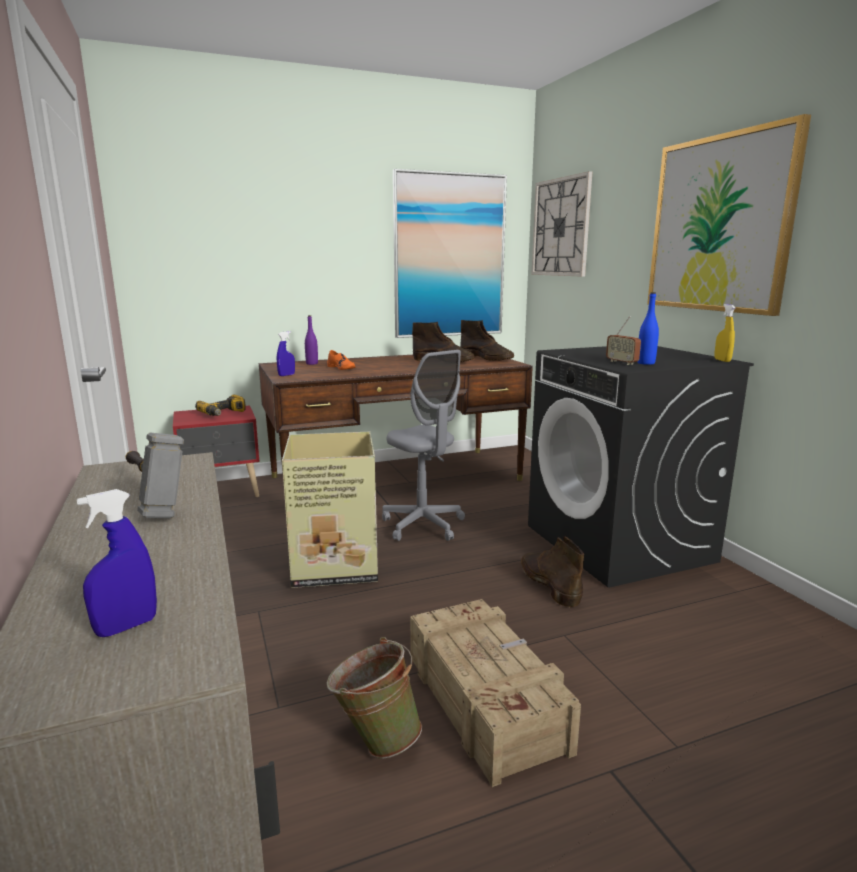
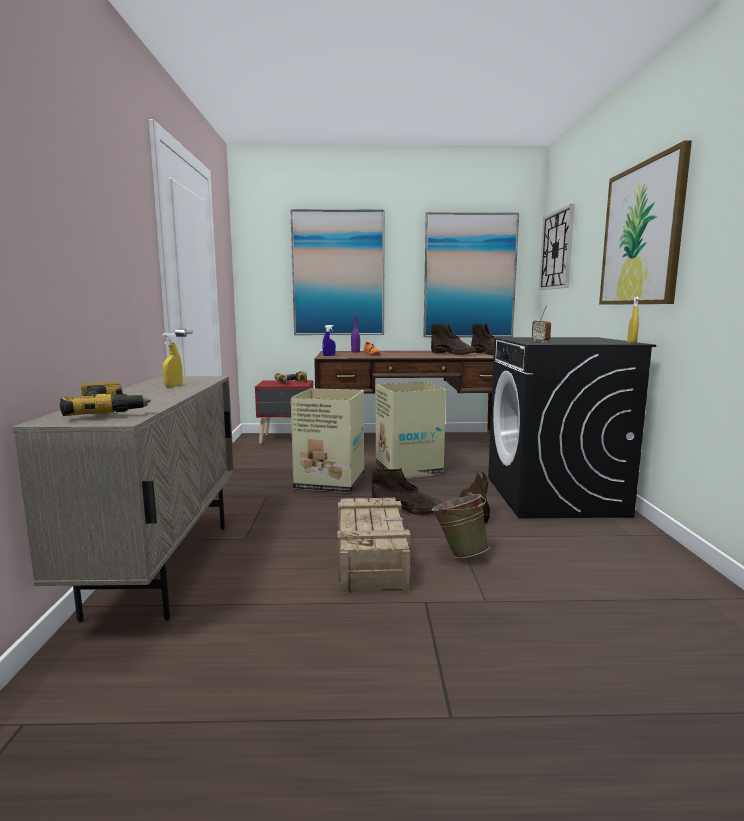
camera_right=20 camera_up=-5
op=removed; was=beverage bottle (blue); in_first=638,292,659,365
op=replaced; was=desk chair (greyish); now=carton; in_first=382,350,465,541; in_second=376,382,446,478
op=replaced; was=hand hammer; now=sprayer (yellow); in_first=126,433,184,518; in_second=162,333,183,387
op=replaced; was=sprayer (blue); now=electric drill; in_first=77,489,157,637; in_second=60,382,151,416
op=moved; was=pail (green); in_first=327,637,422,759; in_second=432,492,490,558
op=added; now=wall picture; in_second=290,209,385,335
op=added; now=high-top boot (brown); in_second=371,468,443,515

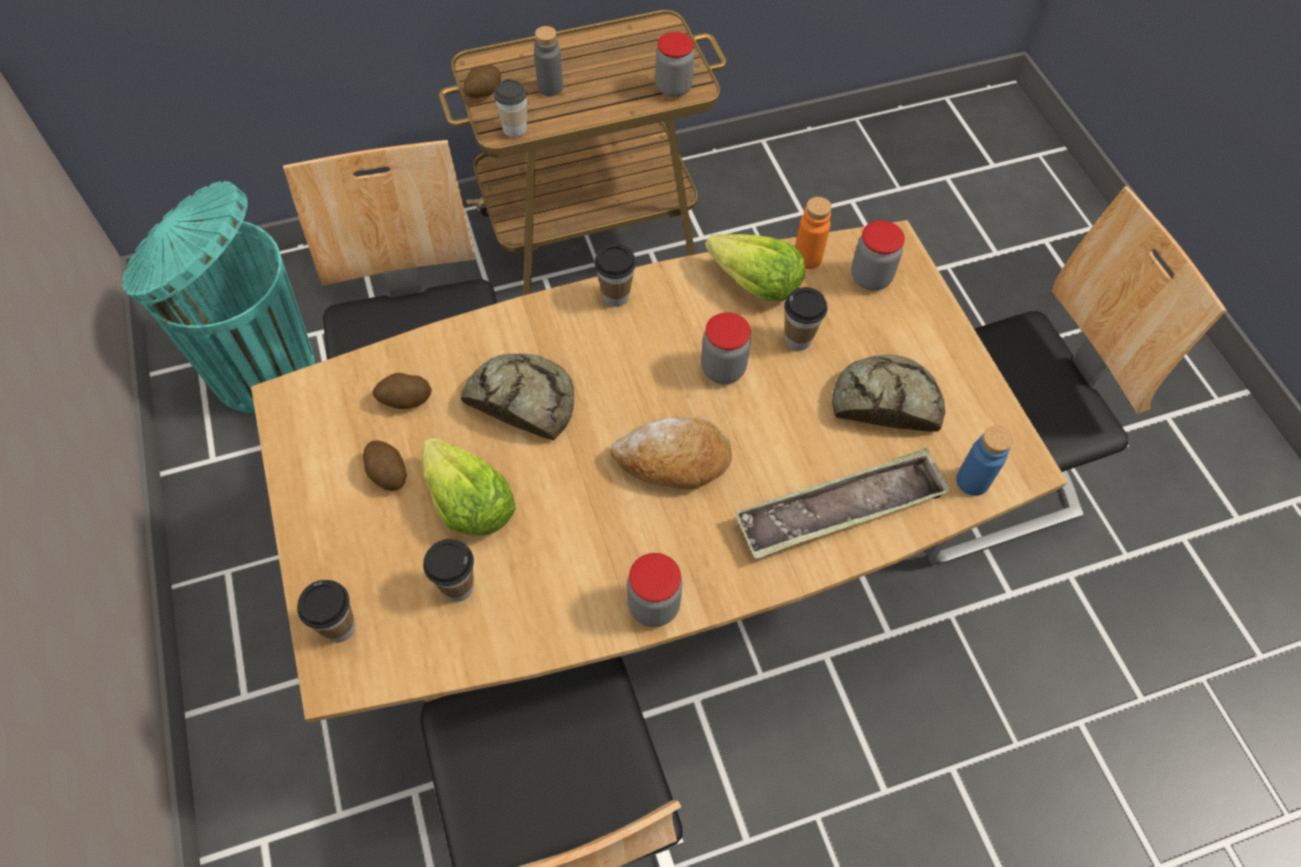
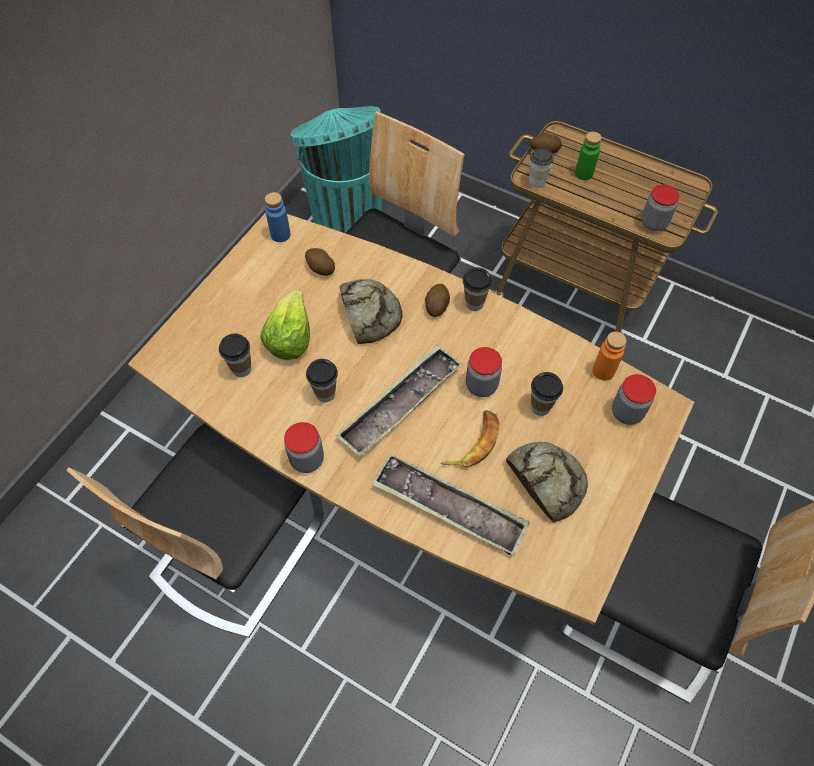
camera_right=50 camera_up=0
op=recoloured; was=beverage bottle (greyish); now=beverage bottle (green); in_first=534,26,563,96; in_second=575,132,602,180
op=removed; was=lettuce head; in_first=705,234,806,301
op=replaced; was=bread; now=serving tray; in_first=610,415,732,489; in_second=336,345,462,457
op=moved; was=beverage bottle (blue); in_first=956,426,1013,496; in_second=265,192,291,242
op=moved; was=spud; in_first=363,441,407,491; in_second=425,284,450,317
op=moved; was=cup; in_first=297,580,355,643; in_second=306,359,338,402
op=added; now=banana; in_second=441,410,499,467

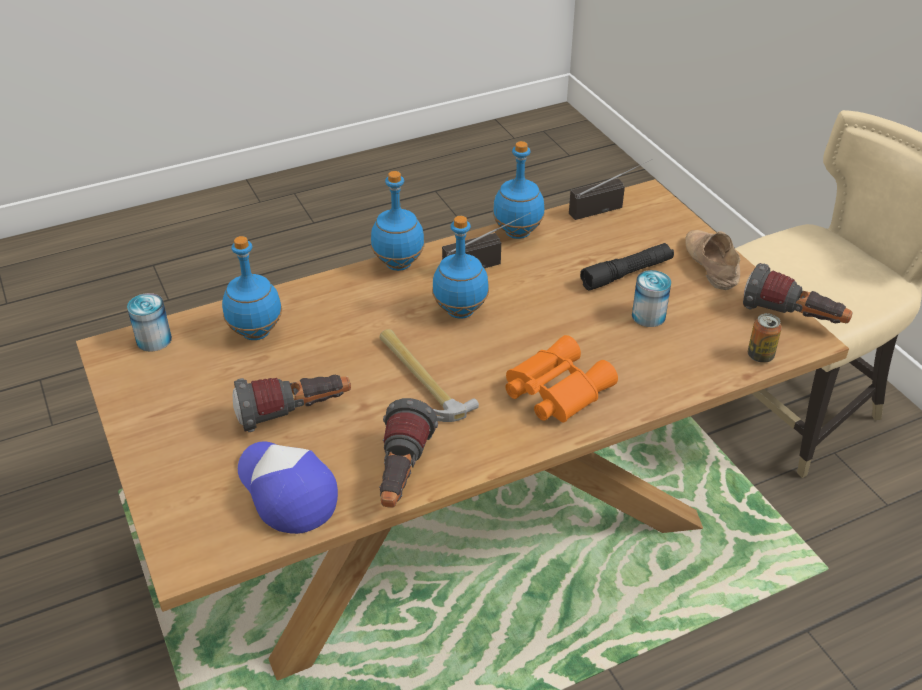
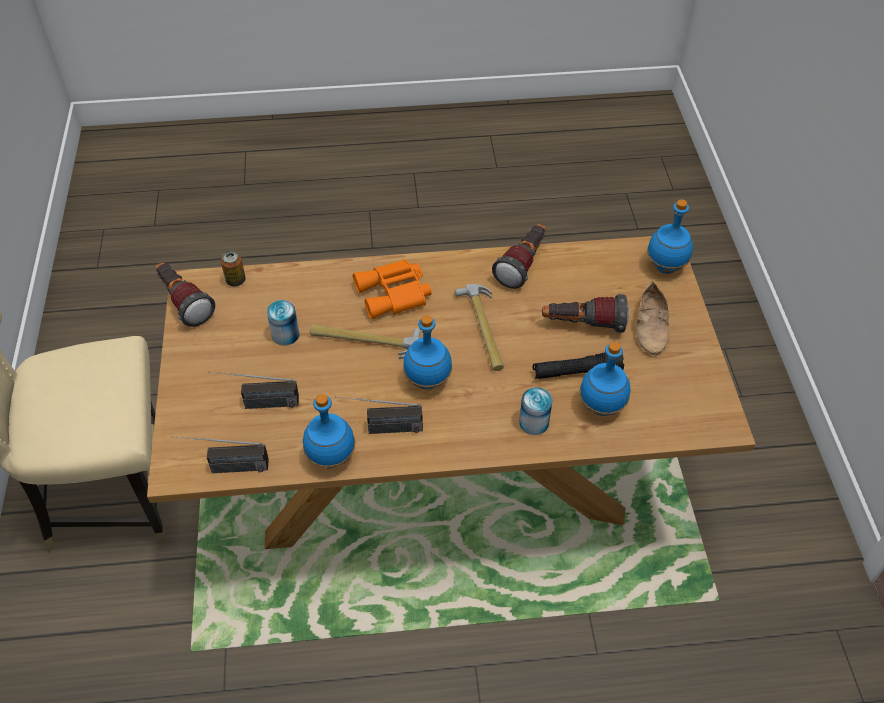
camera_right=-160 camera_up=10
op=moved; was=beverage bottle (blue); in_first=371,171,425,271; in_second=647,199,693,274
op=moved; was=low shoe (beige-coloured); in_first=685,230,740,290; in_second=636,281,669,355
op=moved; was=flashlight (blackish); in_first=580,243,674,290; in_second=533,353,624,379
op=moved; was=can; in_first=127,293,172,352; in_second=519,387,552,435
op=removed; was=peaked cap; in_first=238,441,338,534
op=added; now=hand hammer; in_second=310,324,421,359
op=added; now=radio set; in_second=208,371,299,409

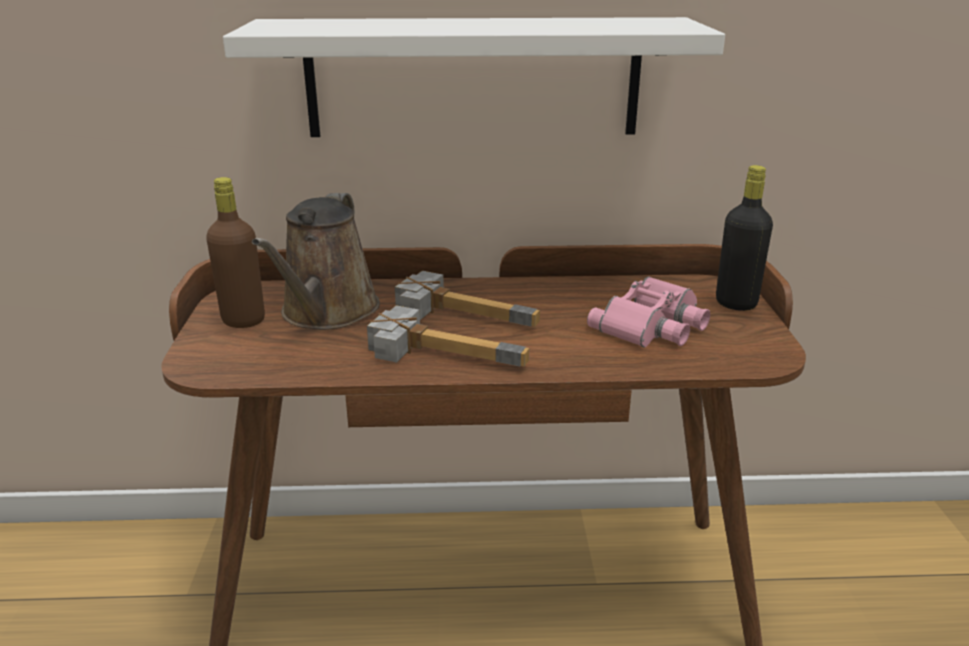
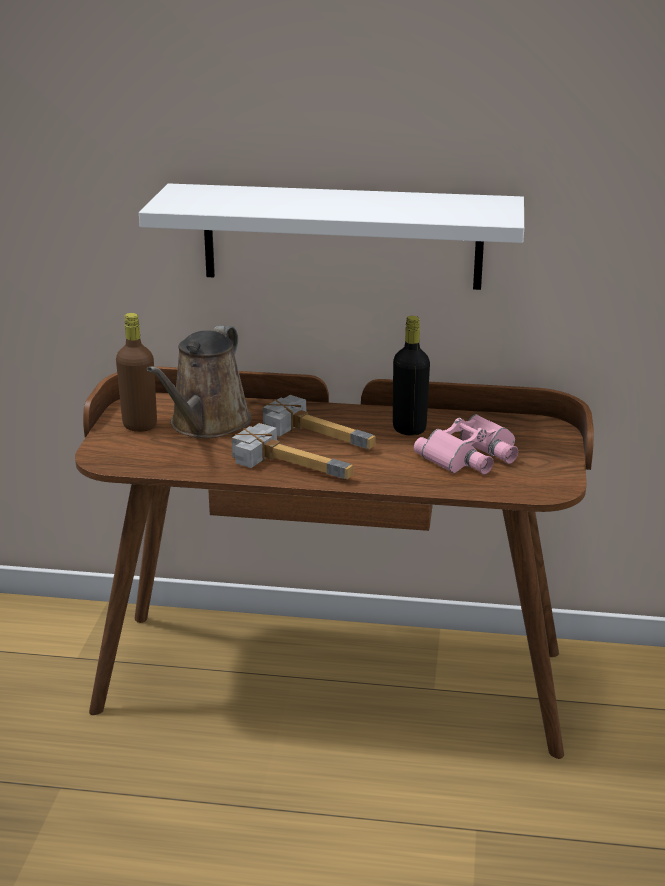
camera_right=10 camera_up=0
op=moved; was=beverage bottle (blackish); in_first=716,165,773,311; in_second=393,316,430,436

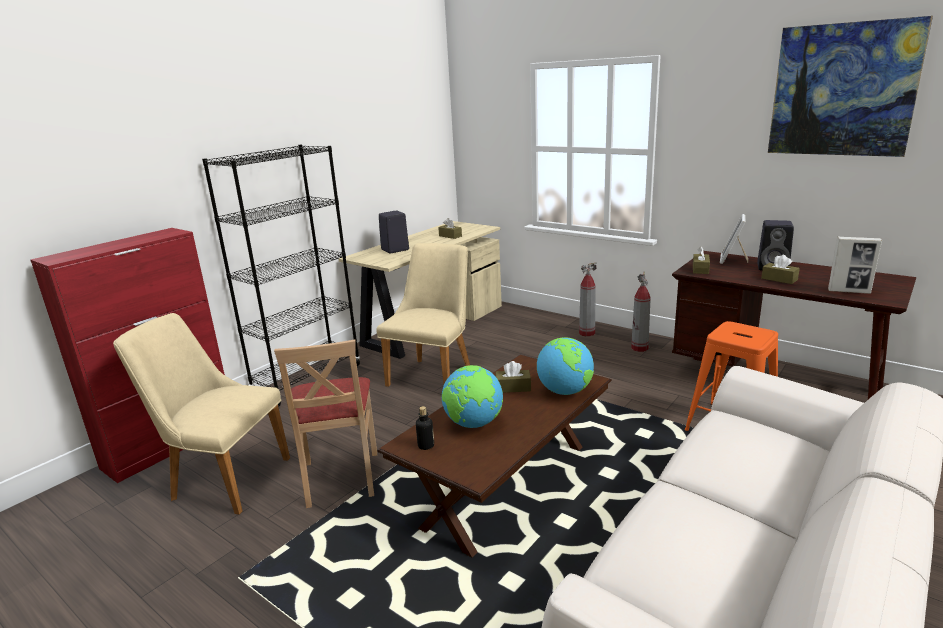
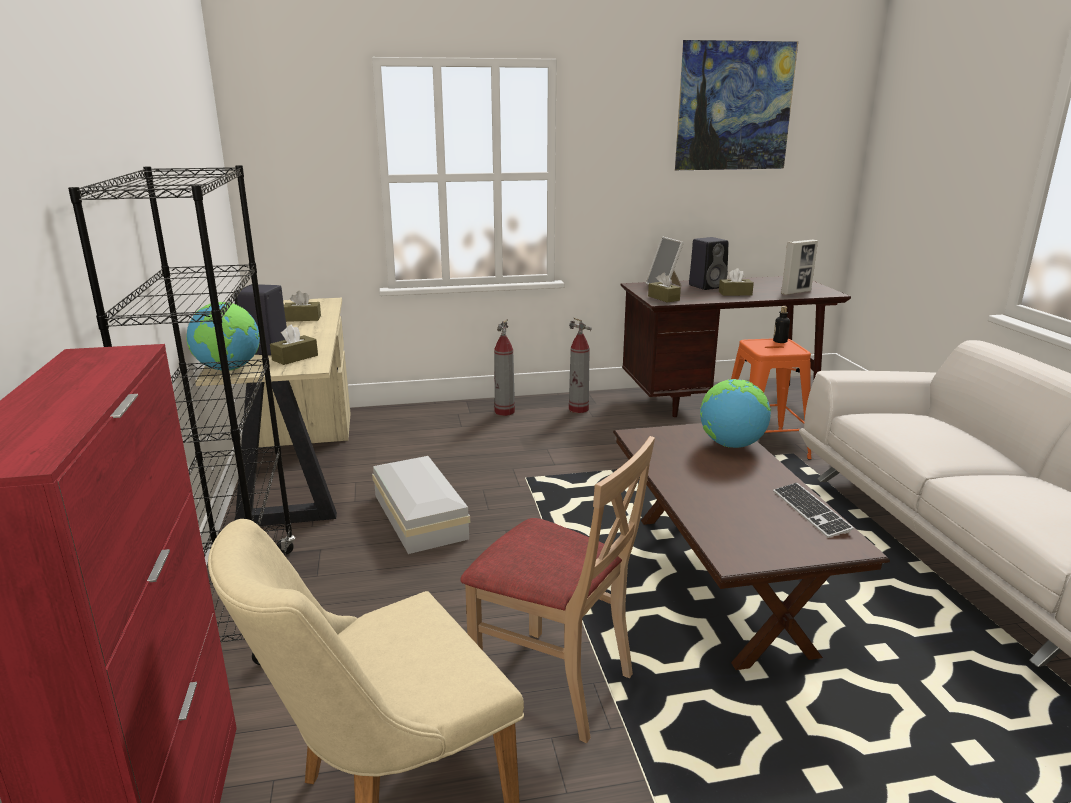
camera_right=-50 camera_up=0
op=replaced; was=chair (beige-coloured); now=storage box (whitish); in_first=376,243,470,387; in_second=372,456,470,554
op=moved; was=tissue holder (brown); in_first=495,361,531,393; in_second=270,325,318,365
op=moved; was=globe; in_first=442,365,503,428; in_second=186,302,260,371
op=moved; was=beverage bottle; in_first=416,406,434,450; in_second=773,306,790,343
op=added; now=PC keyboard; in_second=773,483,854,538

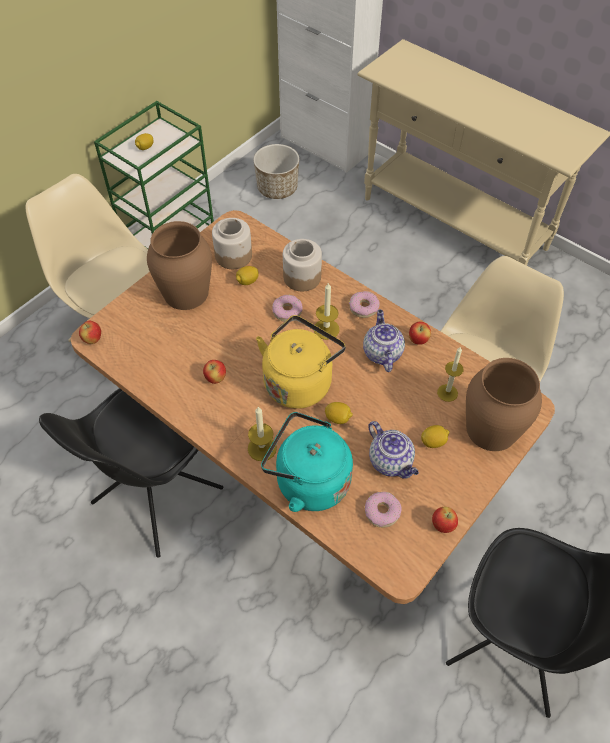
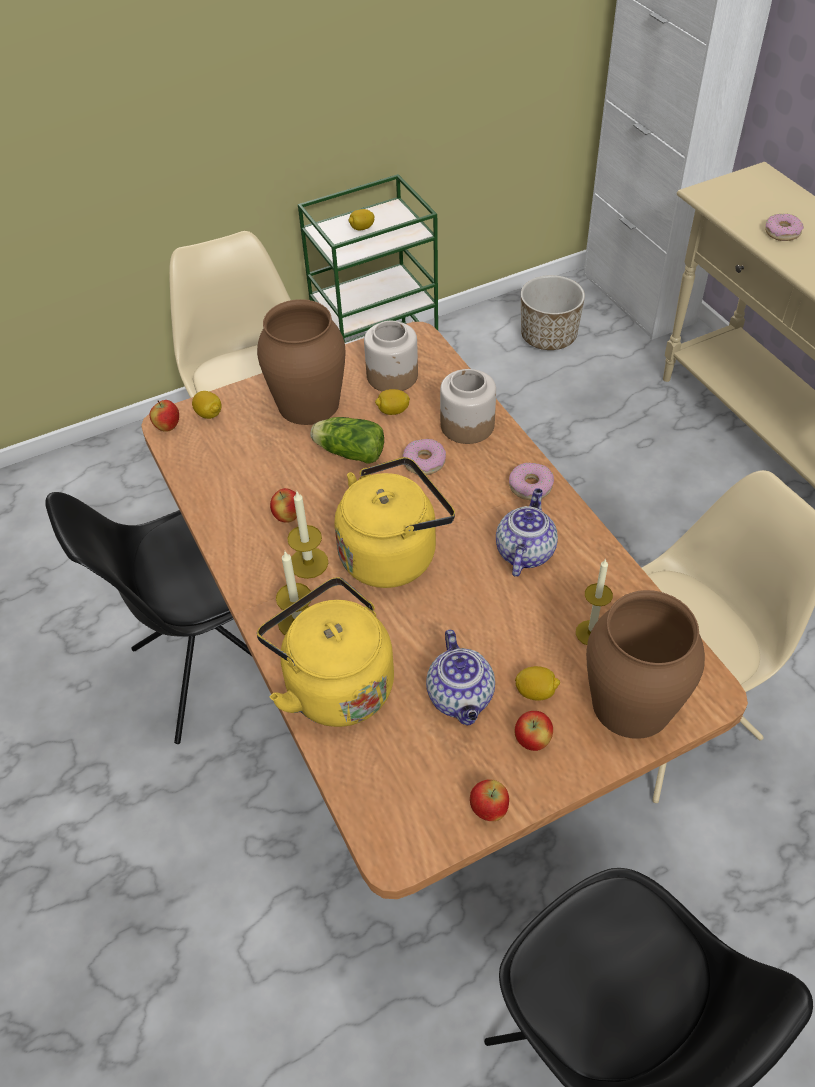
camera_right=25 camera_up=-5
op=moved; was=wax candle; in_first=314,283,340,340; in_second=288,490,328,579
op=moved; was=apple; in_first=409,322,431,345; in_second=514,711,553,751
op=moved; was=lemon; in_first=325,402,353,424; in_second=192,391,222,419
op=recoloured; was=tea kettle (turquoise-coloured); now=tea kettle (yellow); in_first=261,412,353,512; in_second=257,577,394,727
op=moved; was=ring doughnut; in_first=365,492,402,528; in_second=765,214,804,241
op=added; now=lettuce head; in_second=310,417,384,464

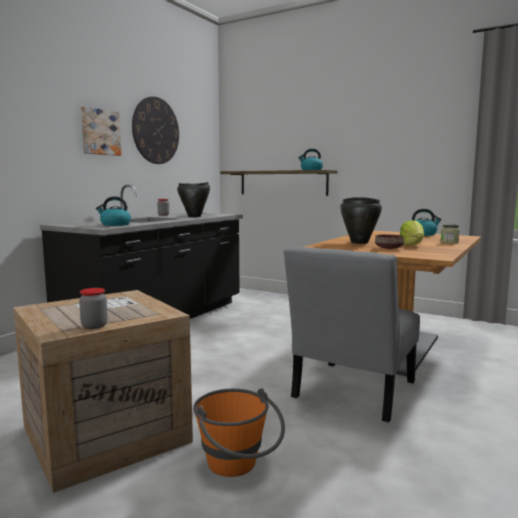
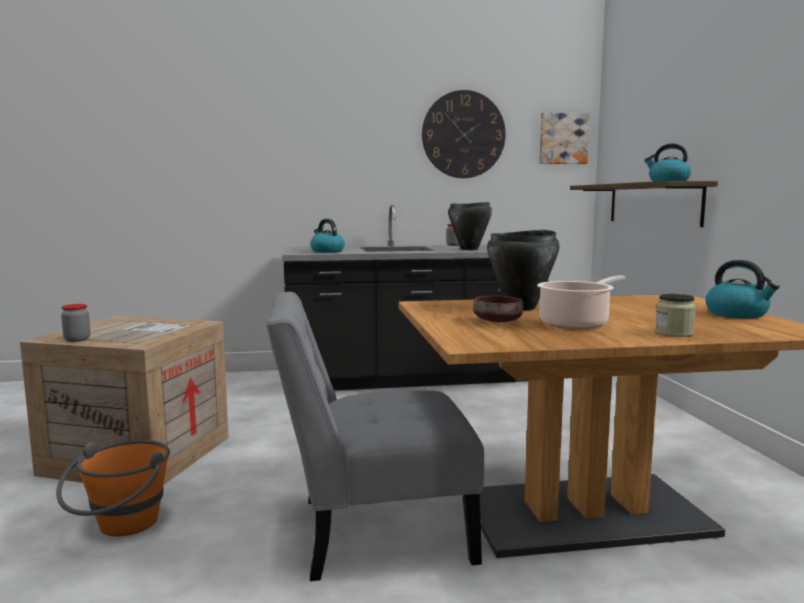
camera_right=50 camera_up=0
op=moved; was=wall picture; in_first=81,106,121,156; in_second=539,113,590,164
op=replaced; was=lettuce head; now=saucepot; in_first=400,220,424,245; in_second=537,275,625,330

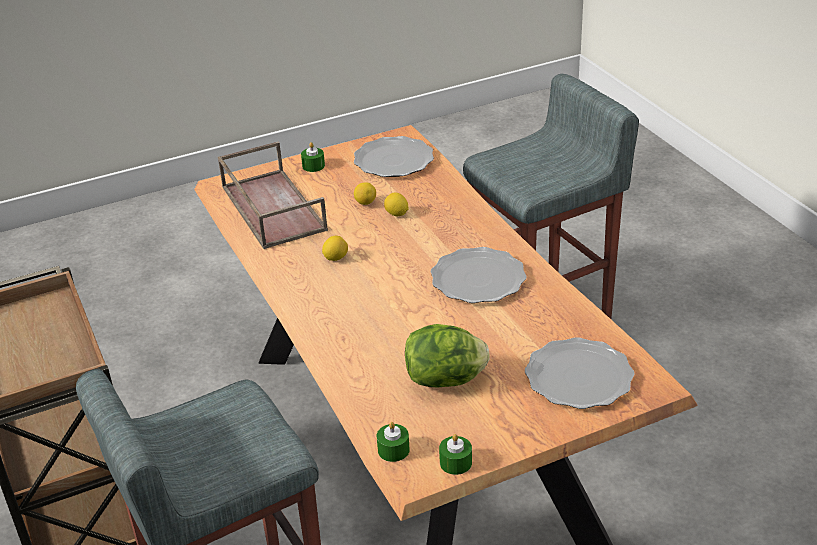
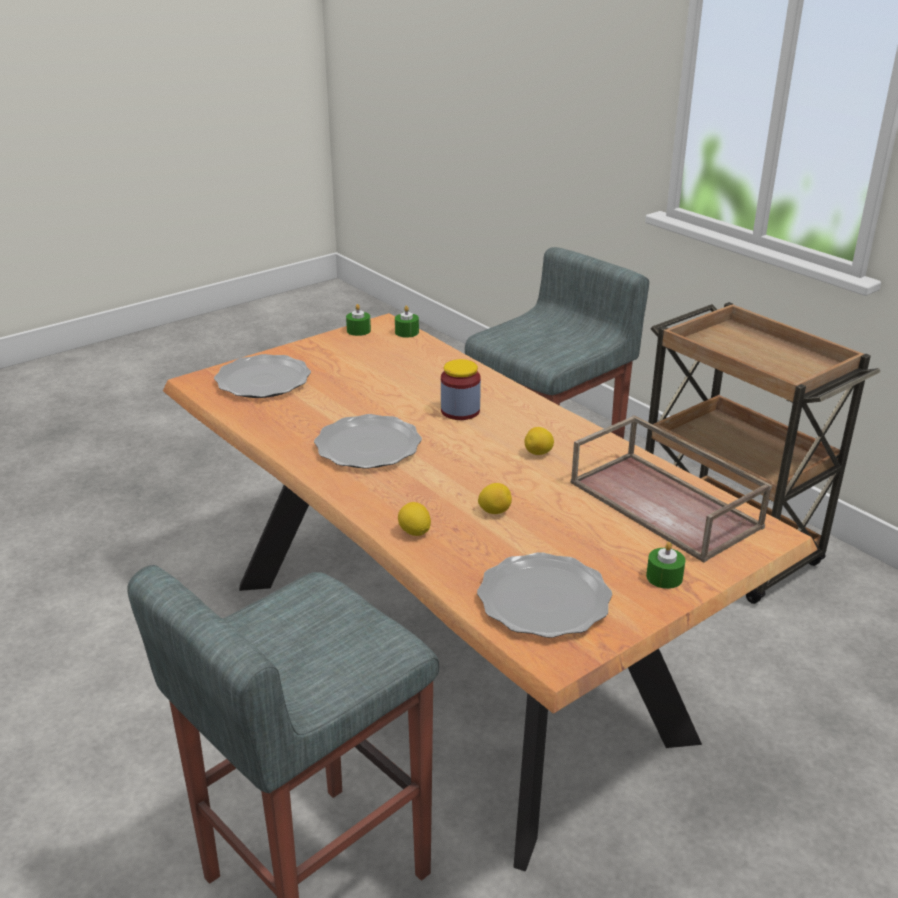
camera_right=165 camera_up=-5
op=moved; was=lemon; in_first=354,182,376,205; in_second=398,502,431,536
op=removed; was=lettuce head; in_first=405,324,490,388
op=added; now=storage jar; in_second=441,359,481,420

